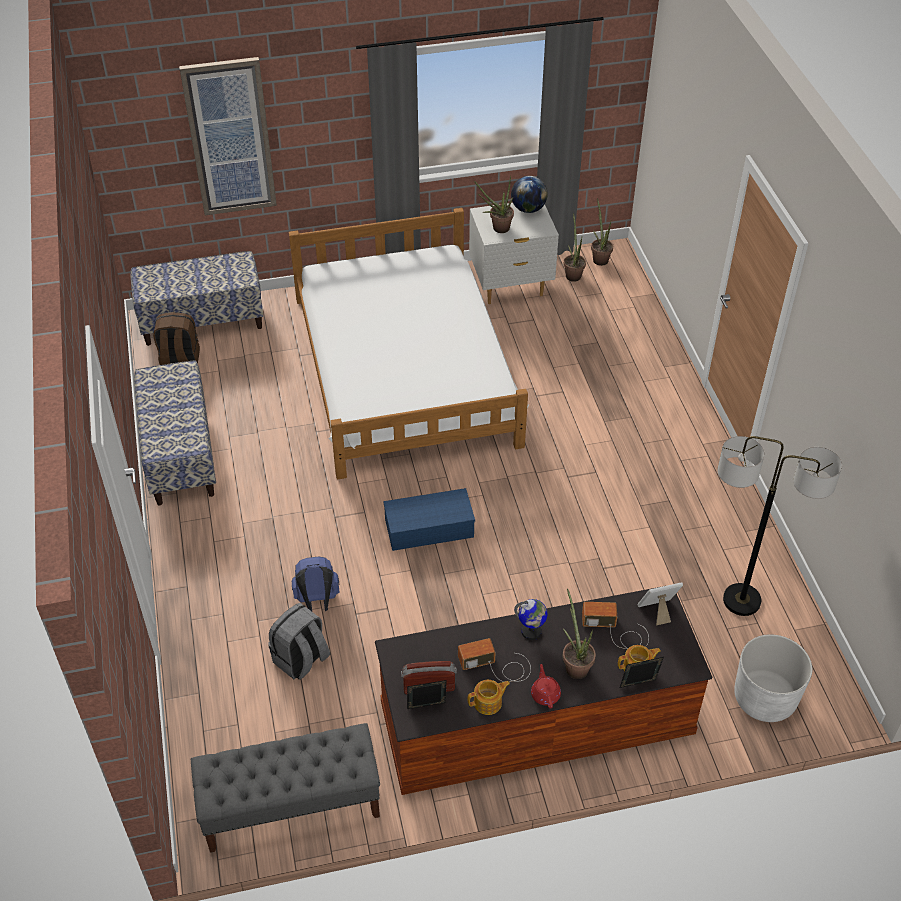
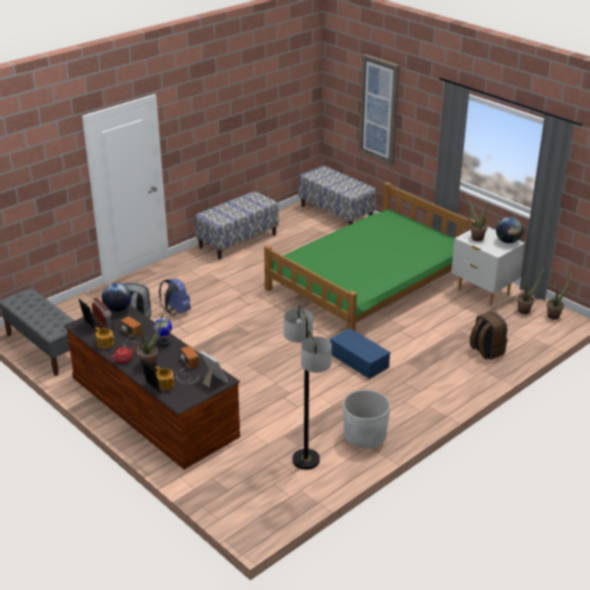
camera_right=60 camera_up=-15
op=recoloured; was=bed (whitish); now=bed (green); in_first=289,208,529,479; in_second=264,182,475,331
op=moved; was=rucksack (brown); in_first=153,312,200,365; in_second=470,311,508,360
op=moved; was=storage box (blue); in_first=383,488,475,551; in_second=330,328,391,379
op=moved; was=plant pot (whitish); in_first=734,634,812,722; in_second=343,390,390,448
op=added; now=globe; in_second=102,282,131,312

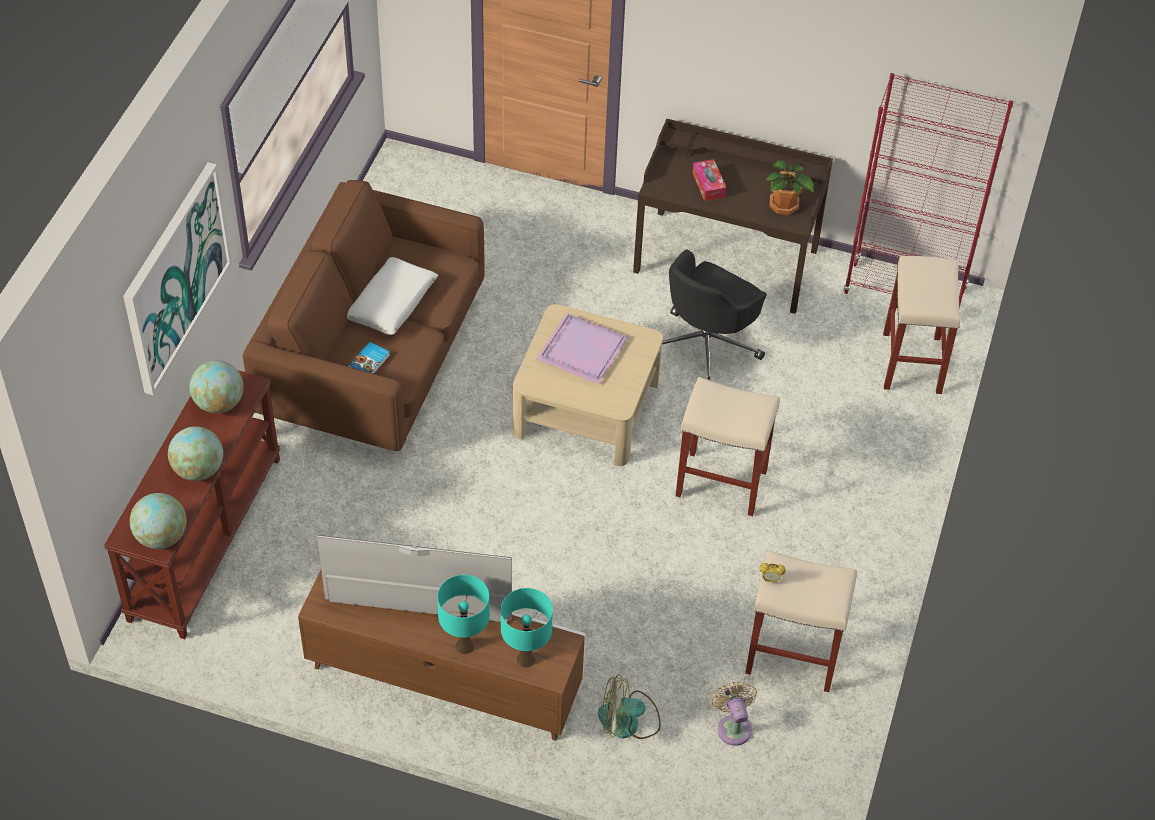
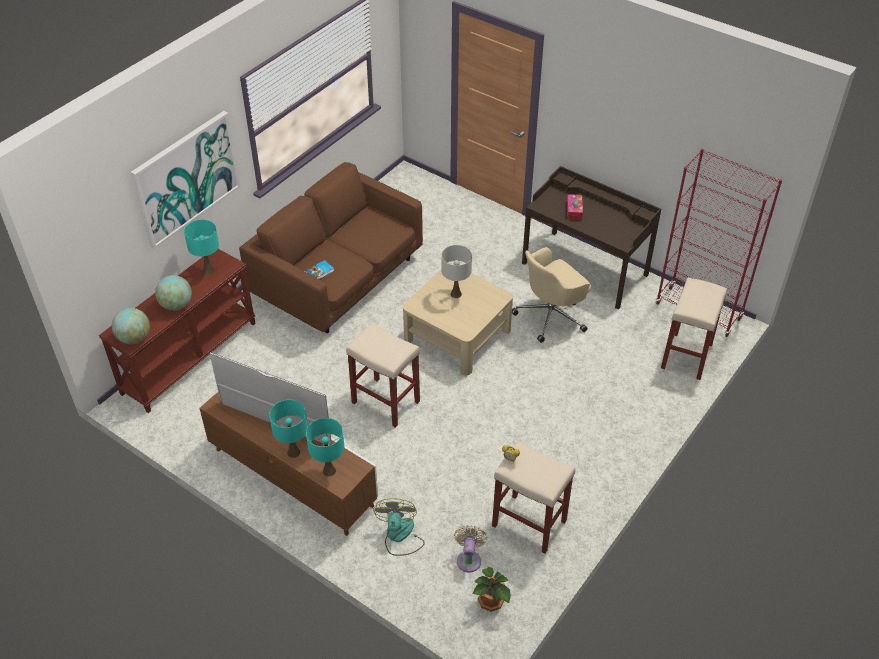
camera_right=20 camera_up=-5
op=moved; was=plant in a pot; in_first=766,160,814,215; in_second=473,567,511,612
op=recoloured; was=desk chair (blackish); now=desk chair (beige-coloured); in_first=662,249,767,380; in_second=512,247,591,343
op=removed; was=throw pillow (whitish); in_first=347,257,438,335
op=replaced; was=serving tray (purple); now=tabletop lamp (whitish); in_first=536,313,629,384; in_second=441,245,472,298
op=replaced; was=globe; now=tabletop lamp (turquoise-coloured); in_first=190,360,244,414; in_second=184,220,219,275
op=moved; was=stool (beige-coloured); in_first=676,377,780,516; in_second=346,323,420,428
op=turned; was=fan; in_first=598,674,661,739; in_second=373,499,425,556; clockwise=75

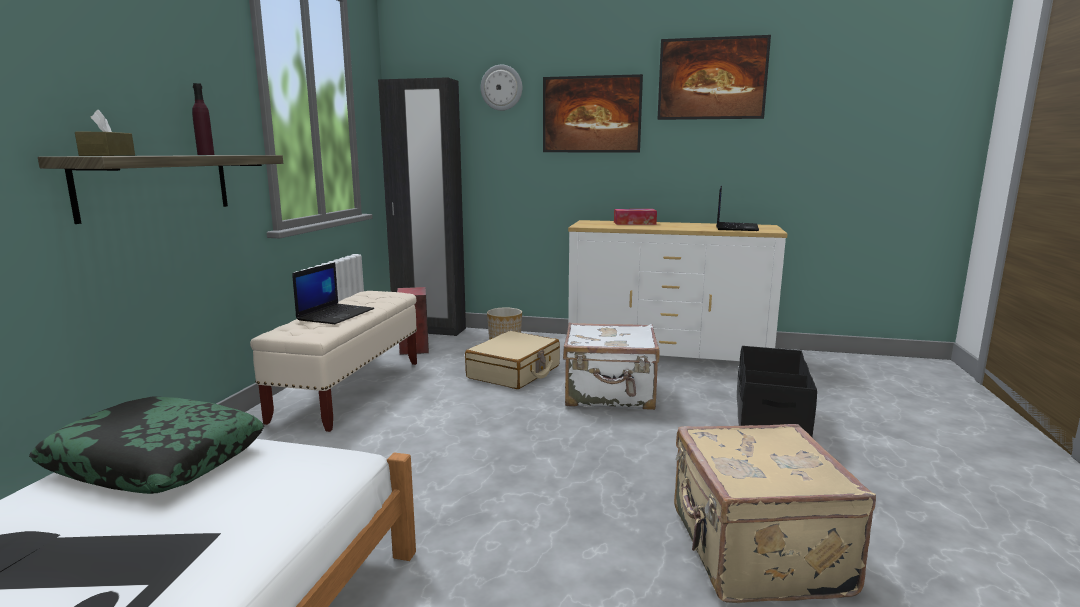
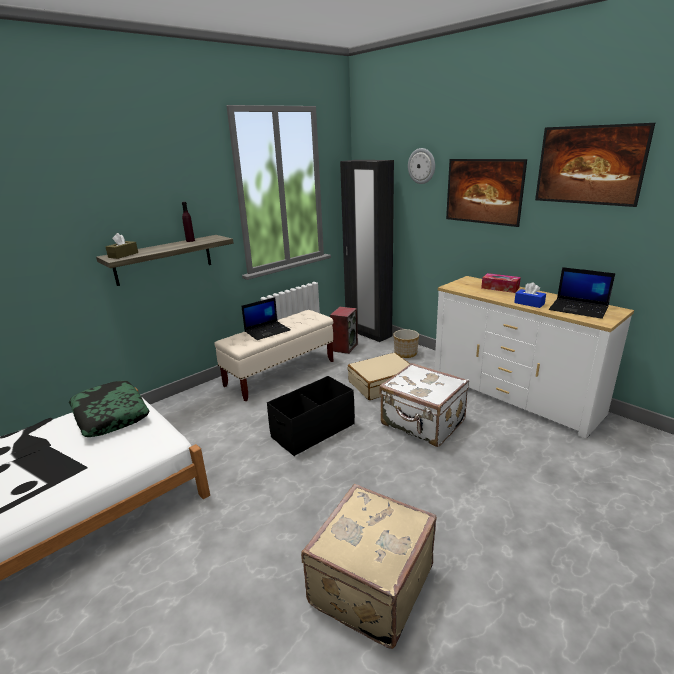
camera_right=35 camera_up=10
op=turned; was=notebook computer; in_first=716,185,759,231; in_second=549,267,615,319; clockwise=75
op=moved; was=storage box (blackish); in_first=737,346,817,437; in_second=267,376,355,456
op=added; now=tissue holder (blue); in_second=514,282,546,308

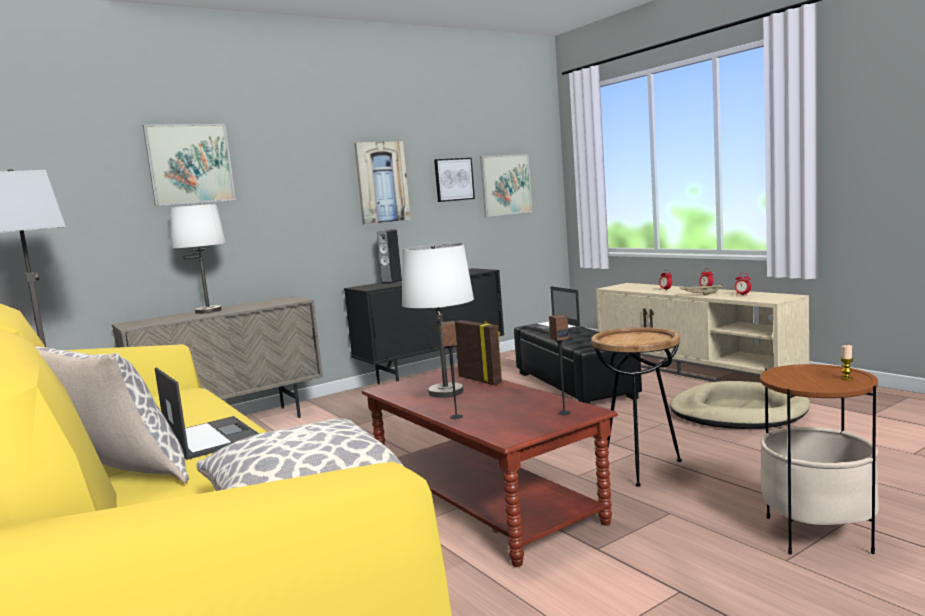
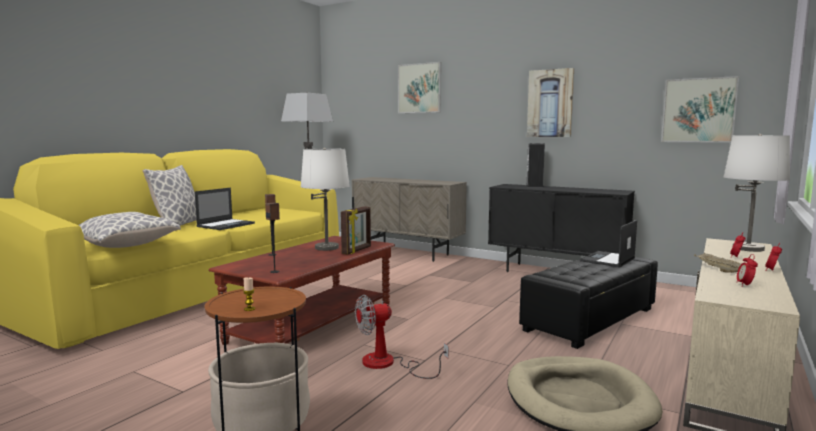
camera_right=65 camera_up=0
op=removed; was=wall picture; in_first=434,158,475,202
op=moved; was=tabletop lamp (whitish); in_first=170,204,226,314; in_second=724,134,790,252
op=replaced; was=side table (brown); now=fan; in_first=591,327,682,487; in_second=355,295,448,379

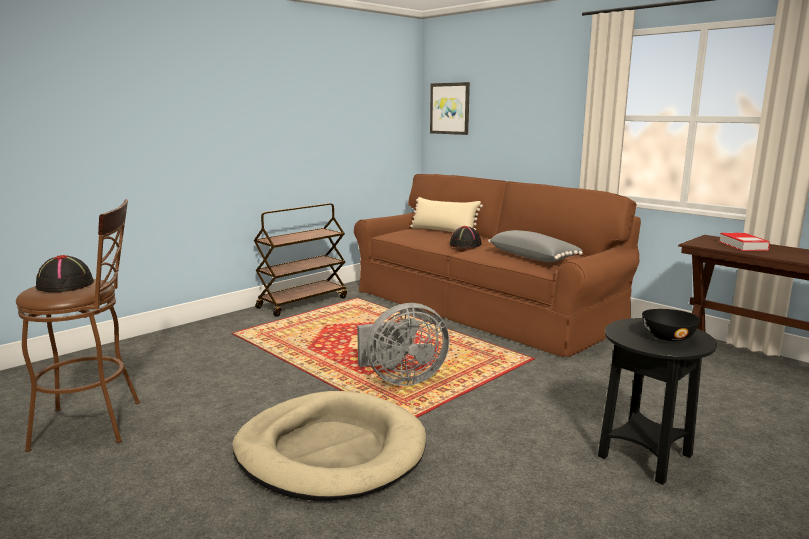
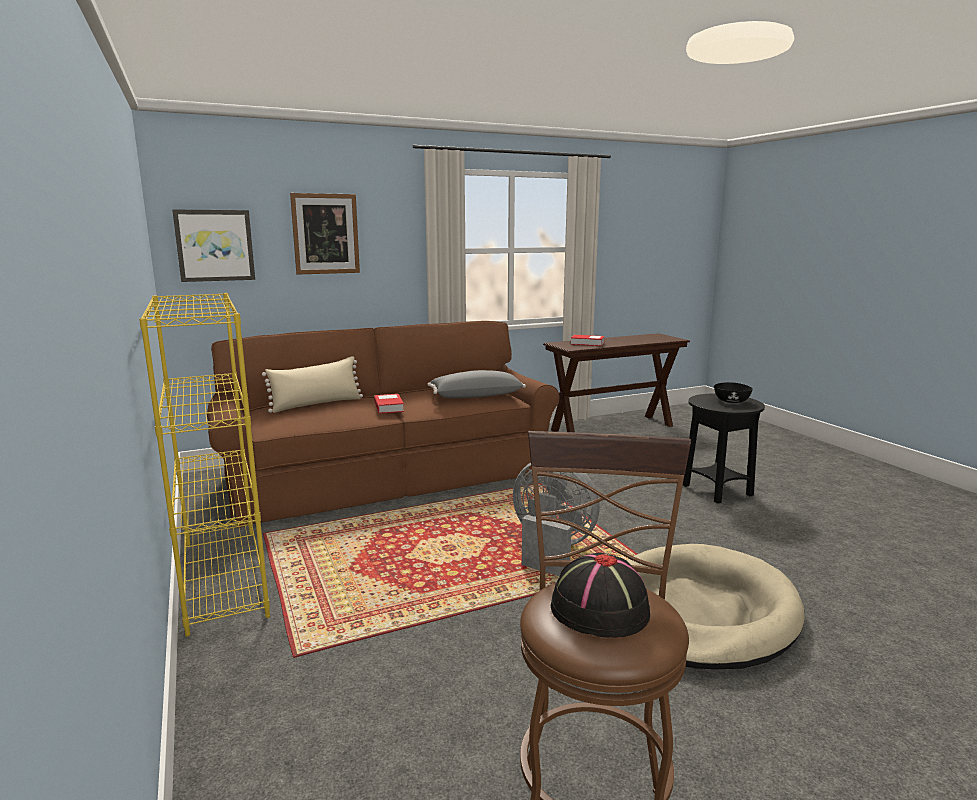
camera_right=-70 camera_up=0
op=replaced; was=trolley (brown); now=bookshelf (yellow); in_first=254,203,347,317; in_second=139,293,270,637
op=replaced; was=hat (blackish); now=volume; in_first=450,226,482,248; in_second=374,394,404,414
op=turned; was=fan (greyish); in_first=357,303,449,386; in_second=513,463,600,577; clockwise=-60
op=added; now=wall picture; in_second=290,193,360,275

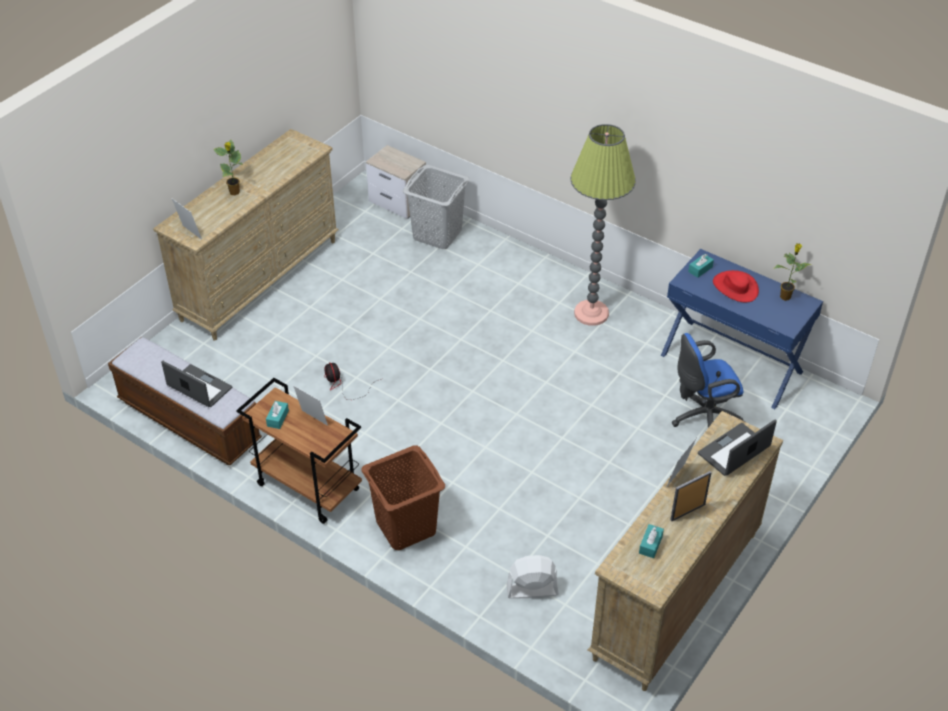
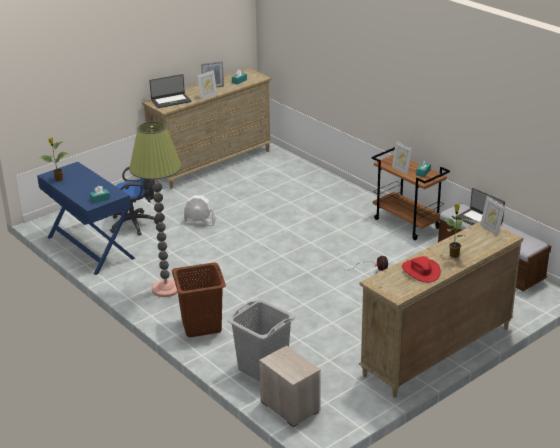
camera_right=-165 camera_up=-15
op=moved; was=hat (red-coloured); in_first=713,270,759,302; in_second=402,256,441,283
op=moved; was=laundry basket (brown); in_first=362,445,445,550; in_second=172,262,226,337
op=moved; was=fan (whitish); in_first=507,555,559,599; in_second=184,195,216,226

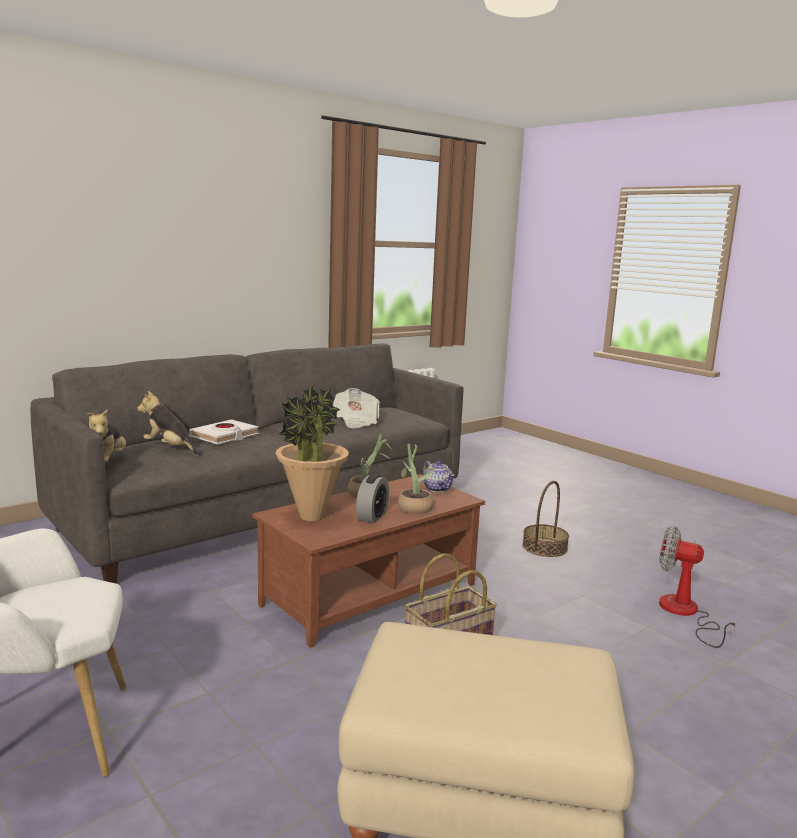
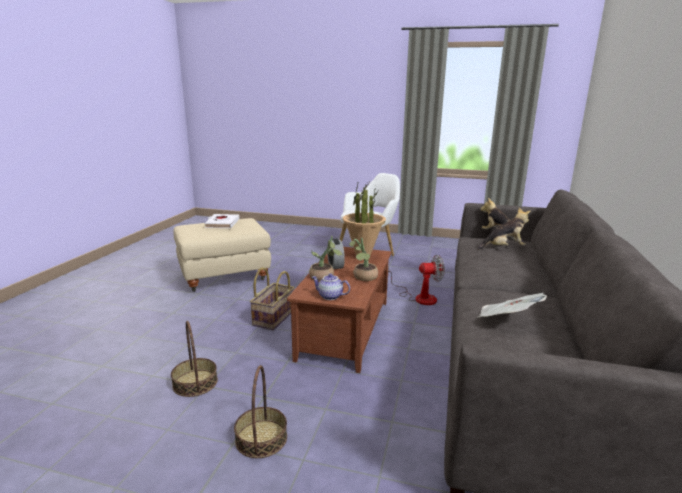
camera_right=145 camera_up=5
op=moved; was=volume (whitish); in_first=189,419,259,444; in_second=205,214,240,228
op=moved; was=fan; in_first=659,526,738,648; in_second=388,255,445,305
op=added; now=household basket; in_second=171,321,218,397

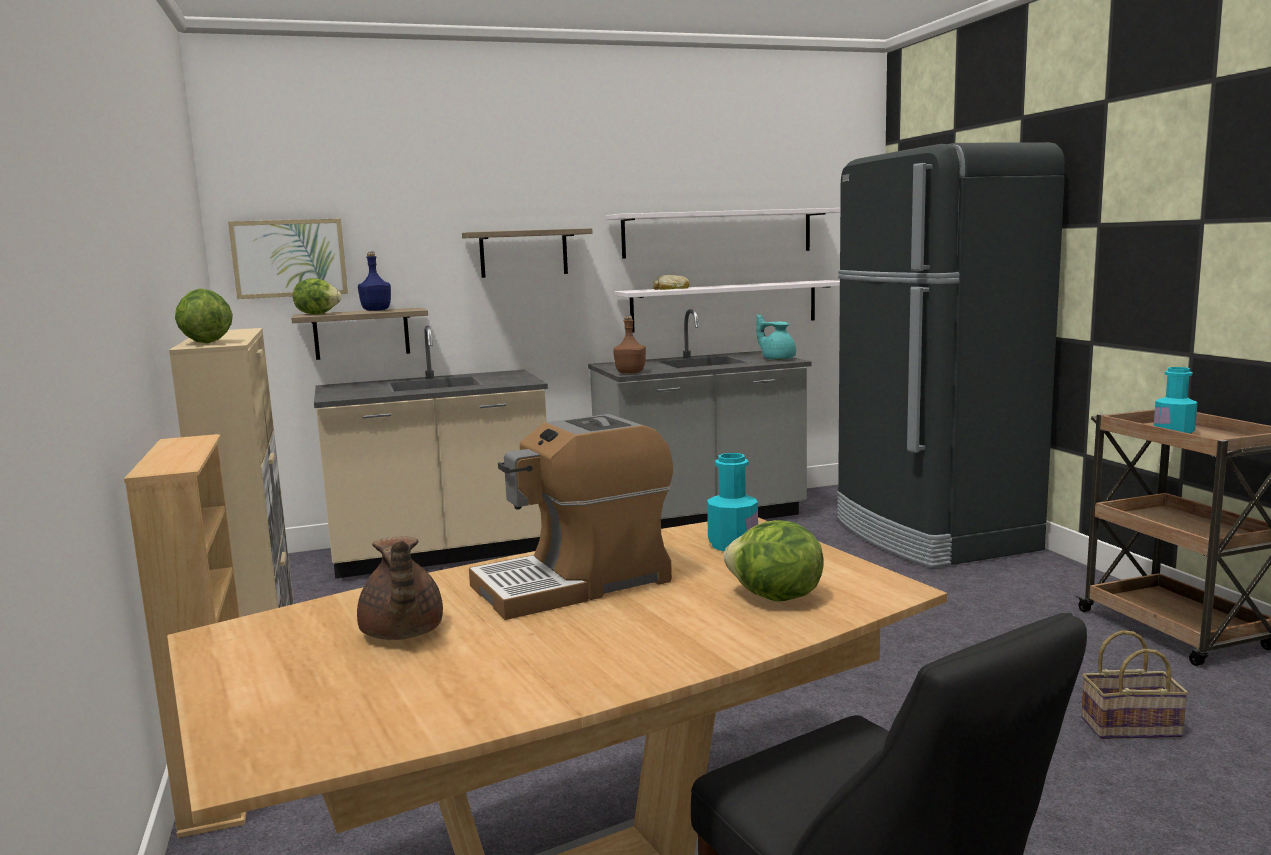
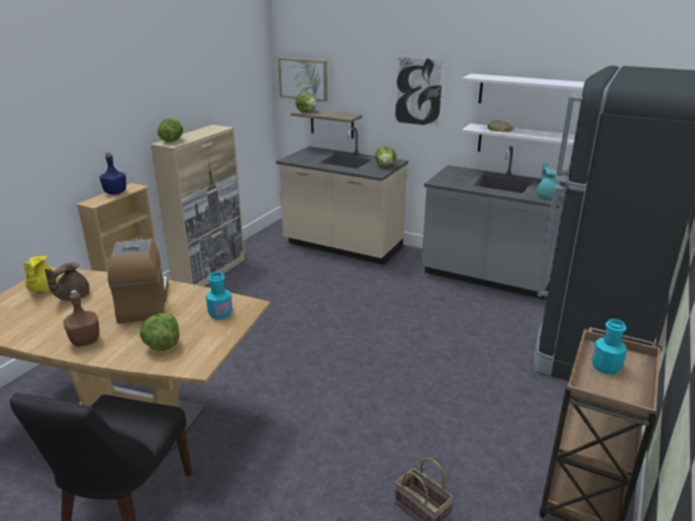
camera_right=45 camera_up=15
op=replaced; was=shelf; now=wall picture; in_first=462,228,593,278; in_second=394,55,445,128
op=moved; was=beverage bottle (blue); in_first=358,252,391,311; in_second=100,153,126,195
op=moved; was=beverage bottle (brown); in_first=613,315,646,374; in_second=63,290,100,347
op=turned; was=coffee maker; in_first=469,414,673,620; in_second=108,239,169,323; clockwise=60
op=added; now=lettuce head; in_second=375,146,397,167
op=added; now=teapot (yellow); in_second=24,255,59,293

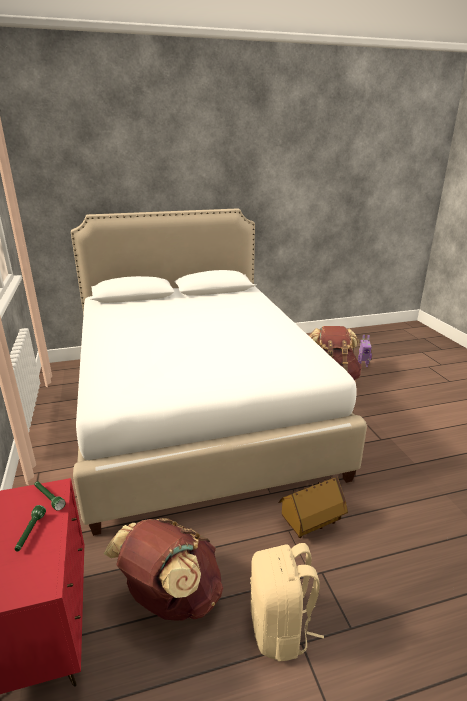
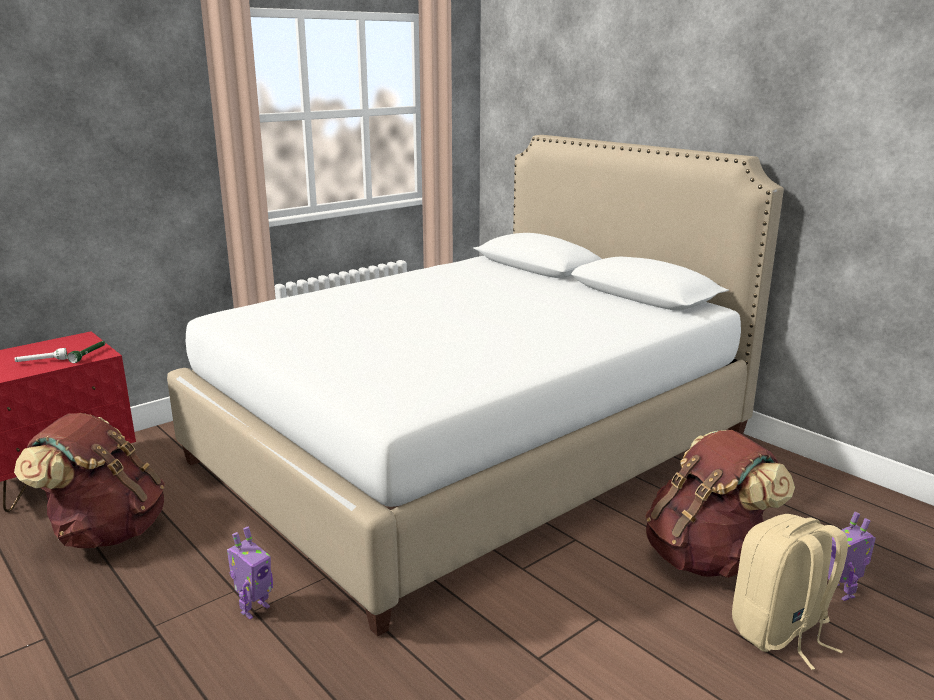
camera_right=65 camera_up=-5
op=replaced; was=miniature house; now=toy robot; in_first=279,476,348,538; in_second=227,527,273,619
op=recoloured; was=flashlight (green); now=flashlight (whitish); in_first=15,505,46,551; in_second=15,348,67,362
op=moved; was=rucksack (beige-coloured); in_first=250,543,324,661; in_second=732,514,848,670

